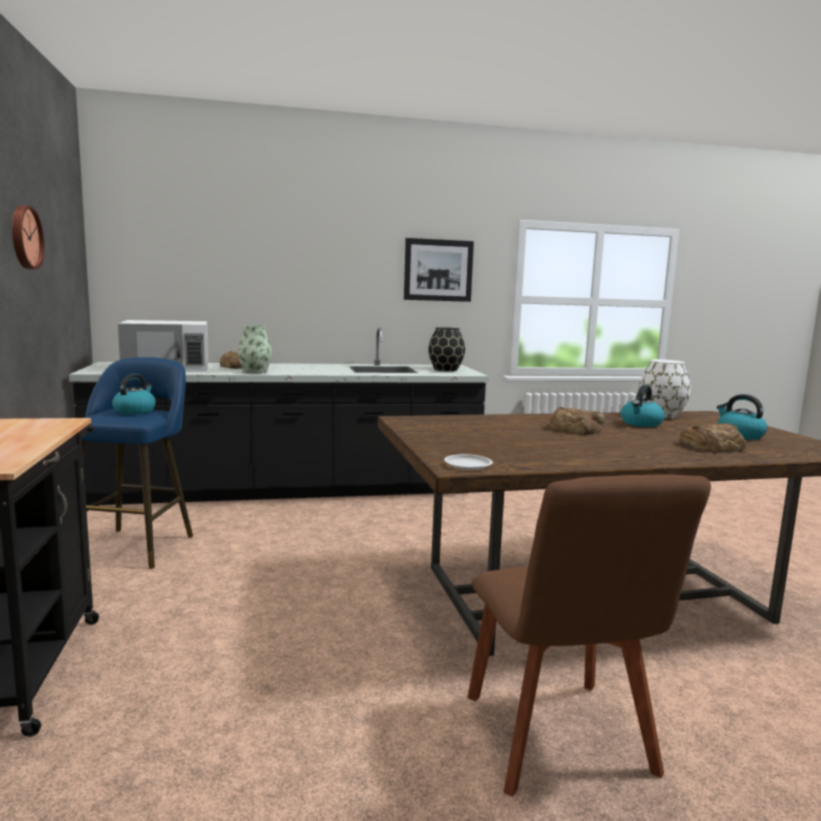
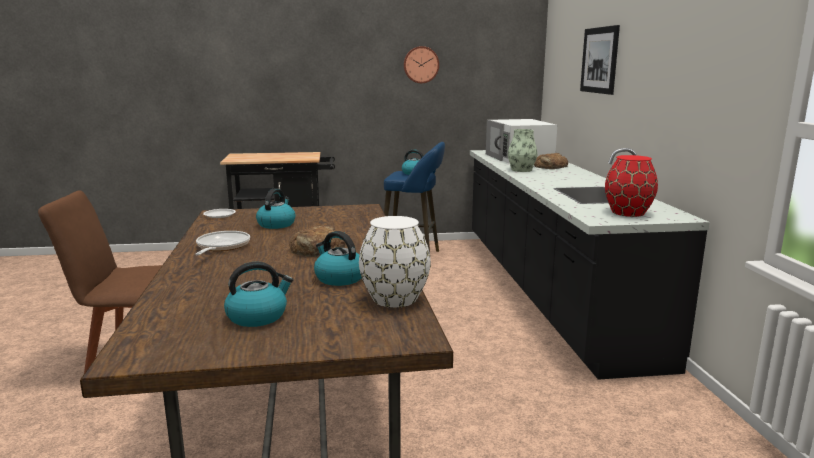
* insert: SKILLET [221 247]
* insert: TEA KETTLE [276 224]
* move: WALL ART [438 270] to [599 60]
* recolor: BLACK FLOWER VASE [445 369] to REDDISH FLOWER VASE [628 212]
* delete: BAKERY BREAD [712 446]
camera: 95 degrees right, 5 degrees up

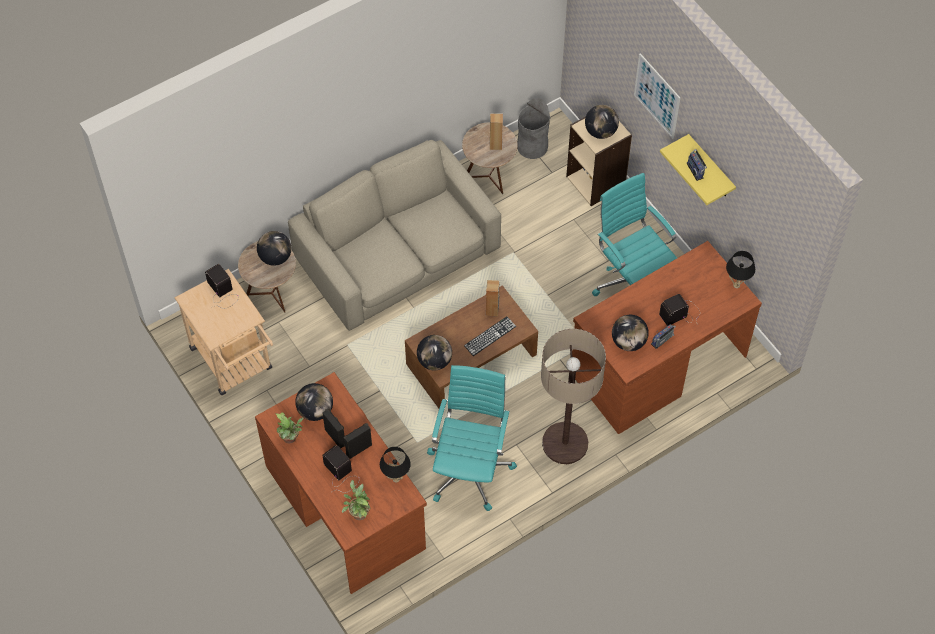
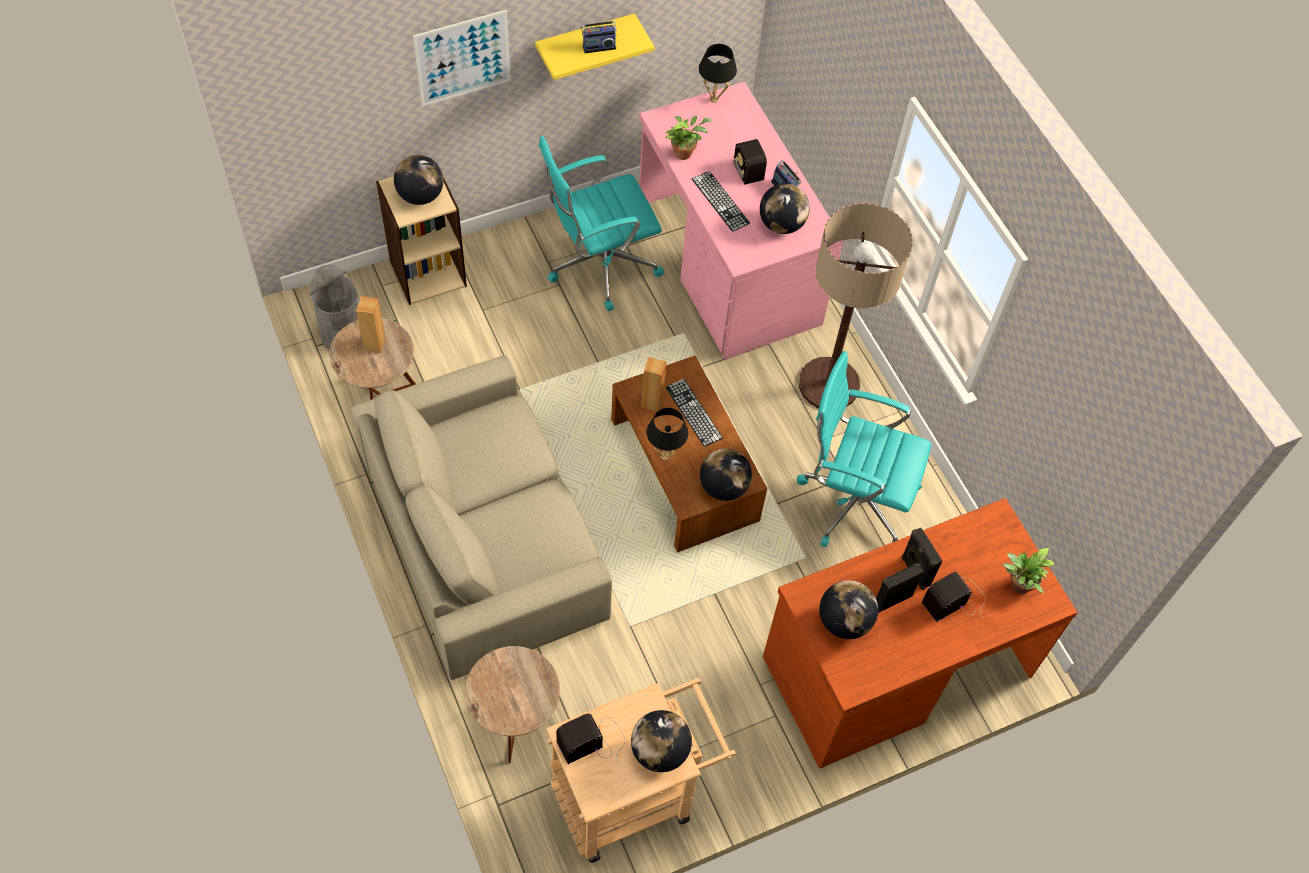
* move: DESK GLOBE [275 257] to [659 751]
* recolor: BROWN-COLOURED DESK [657 364] to PINK-COLOURED DESK [727 264]
* move: BLACK LAMP FOR A TABLE [396 479] to [664 455]
* move: PLANT IN A POT [291 438] to [685 152]
* insert: COMPUTER KEYBOARD [720 201]
camera: 85 degrees left, 0 degrees up

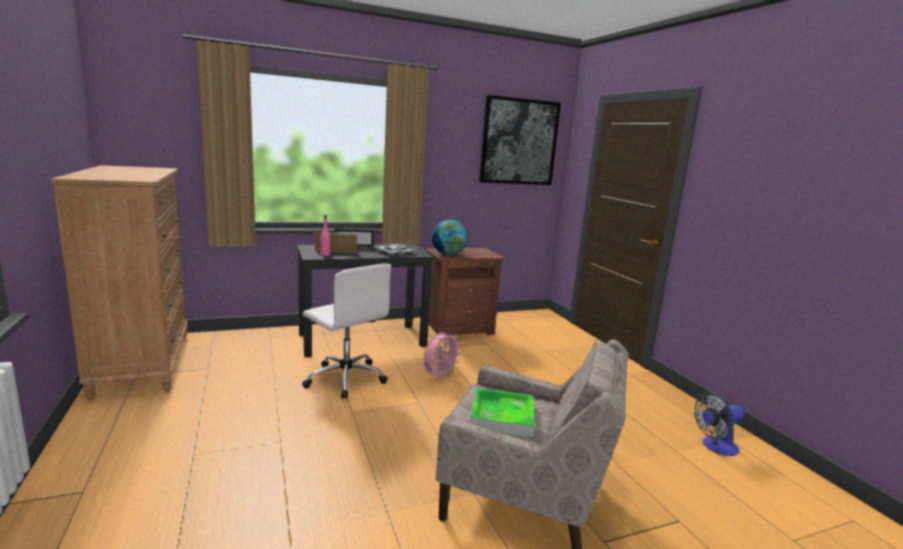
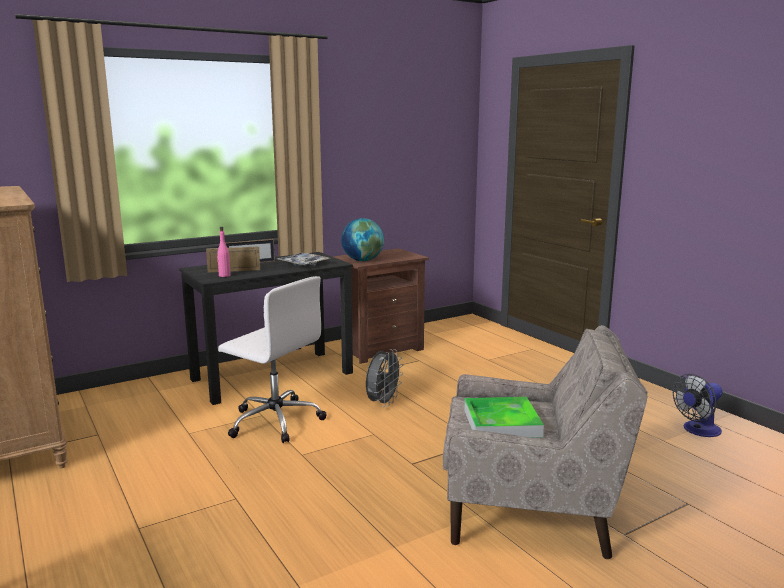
* recolor: PINK-COLOURED COOLING FAN [439 376] to GREYISH COOLING FAN [382 403]
* delete: WALL ART [519 142]
camera: 10 degrees left, 0 degrees up

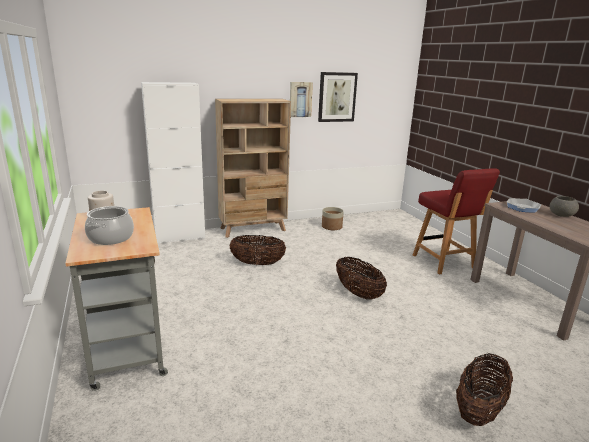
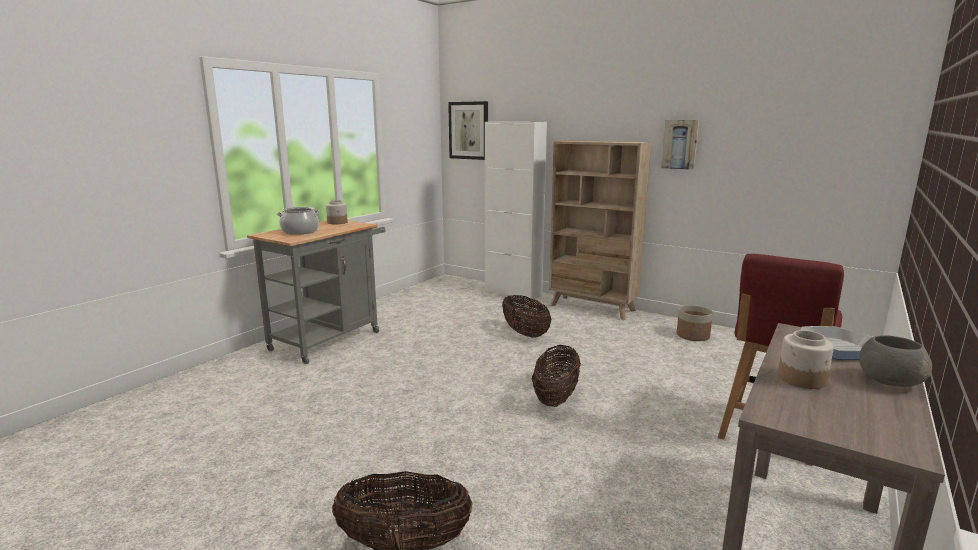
* move: WALL ART [337 97] to [469 130]
* insert: PRESERVE JAR [802 379]
camera: 55 degrees right, 5 degrees down

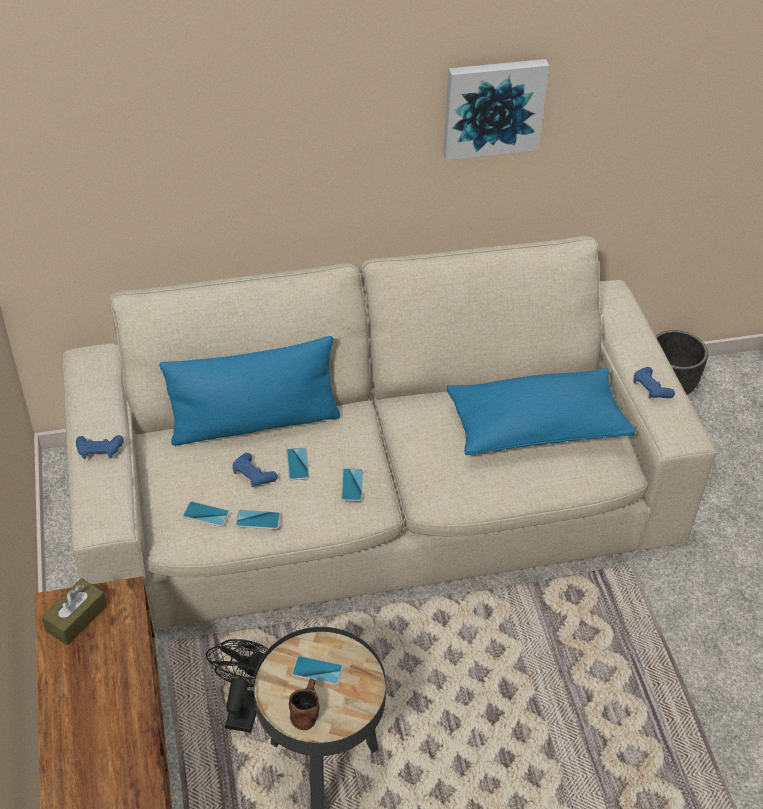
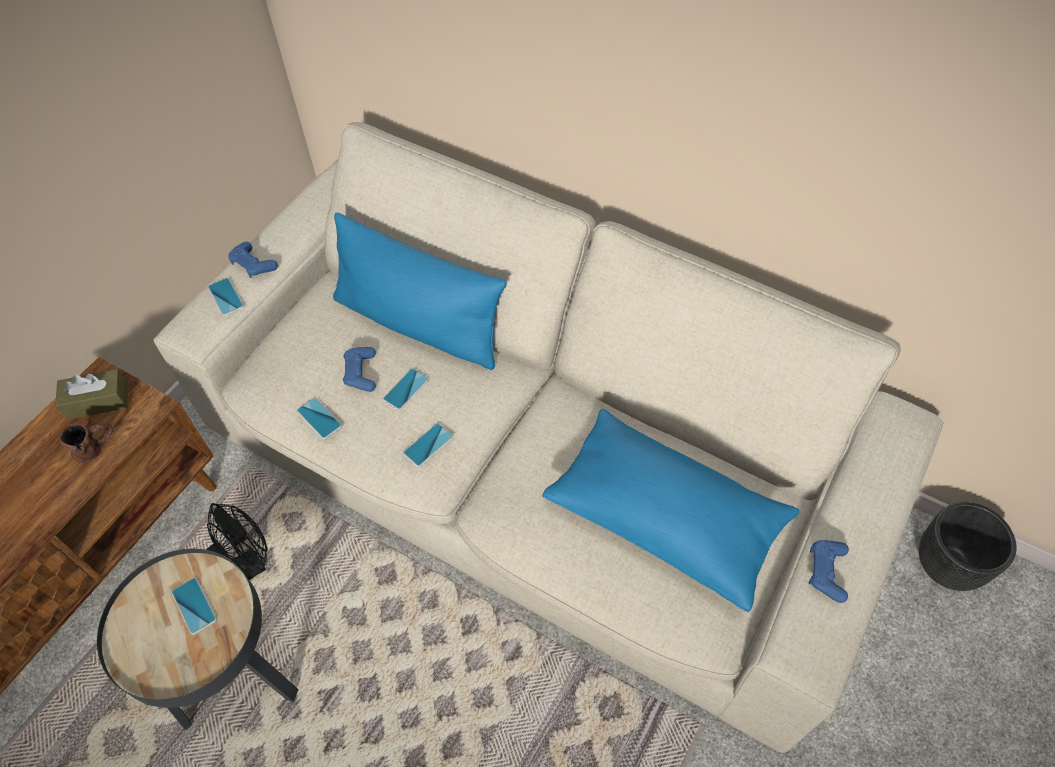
* move: BROWN-COLOURED MUG [306 710] to [97 447]
* move: HANDSET [206 514] to [226 297]
* delete: WALL ART [493 107]
camera: 45 degrees right, 10 degrees up

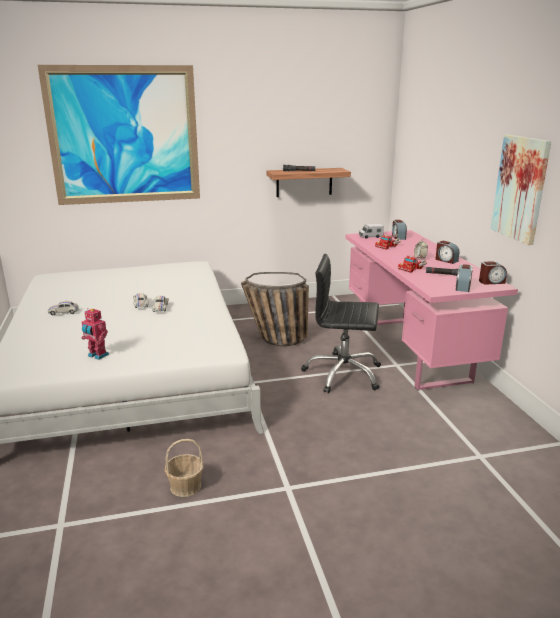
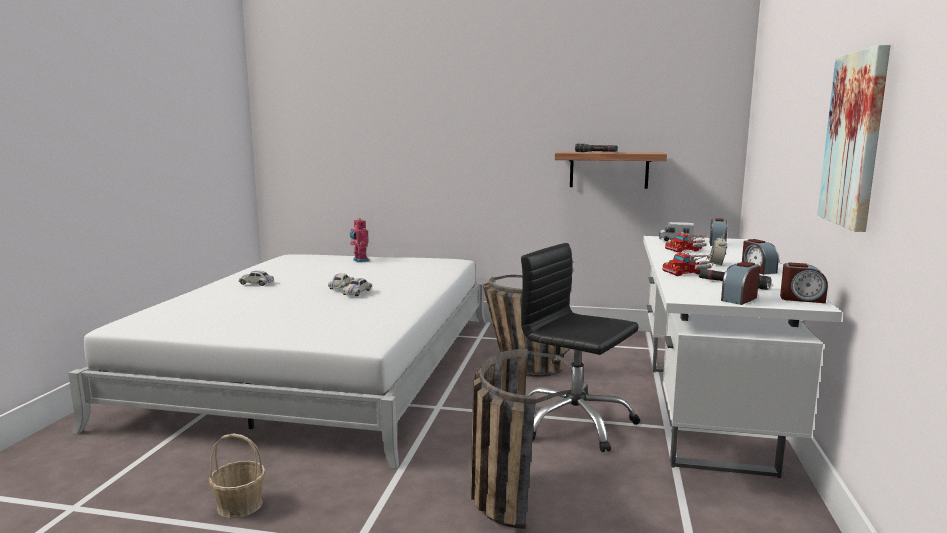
* move: MODEL ROBOT [97 355] to [360 260]
* insert: STORAGE BASKET [507 490]
* recolor: PINK-COLOURED DESK [411 351] to WHITE DESK [706 414]
* delete: WALL ART [124 136]
camera: 25 degrees right, 10 degrees down

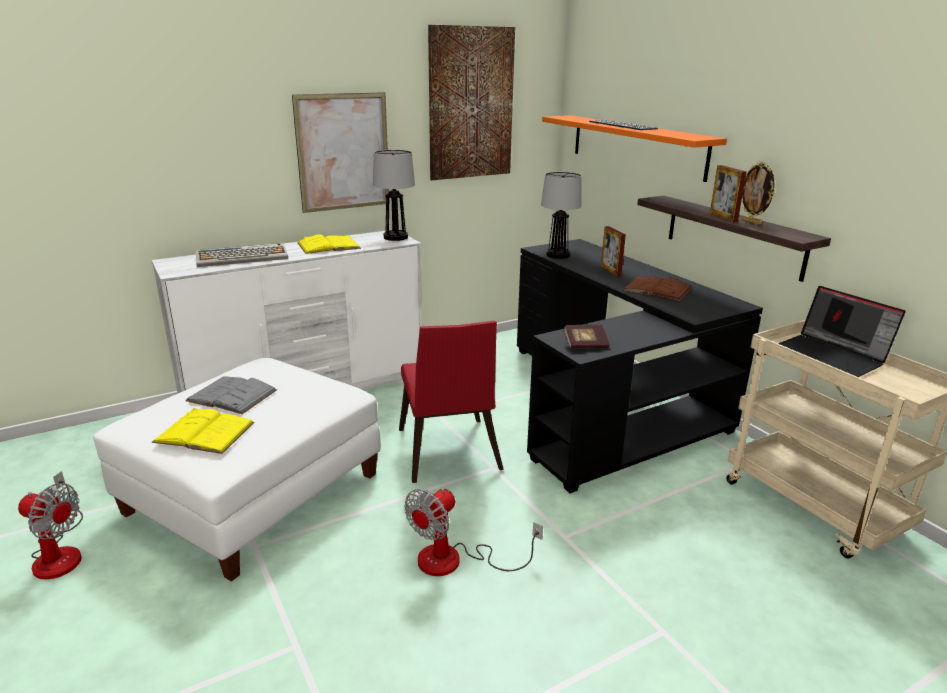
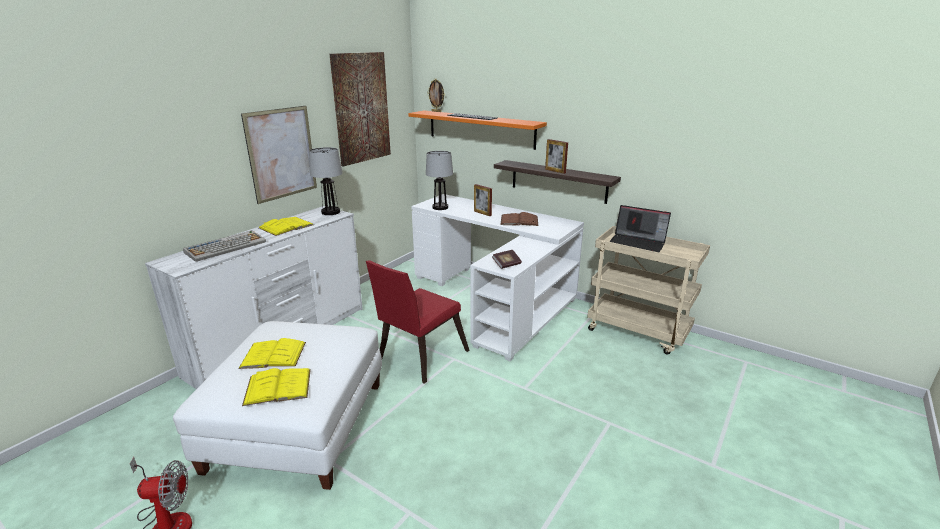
* recolor: GREYISH BOUND BOOK [232 395] to YELLOWISH BOUND BOOK [273 355]
* rotate: REDDISH PLAIN CHAIR [448 454] = [418 358] 75 degrees clockwise
* recolor: BLACK DESK [611 404] to WHITE DESK [497 299]
* move: PICTURE FRAME [751 222] to [436 111]
* delete: COOLING FAN [455 561]
camera: 25 degrees left, 0 degrees up

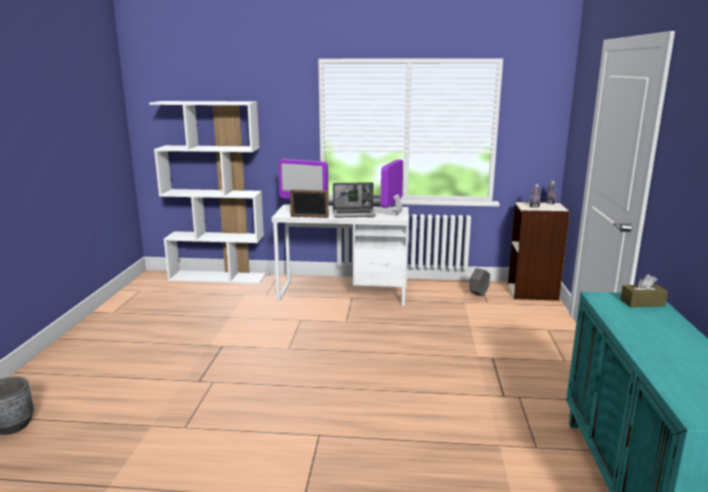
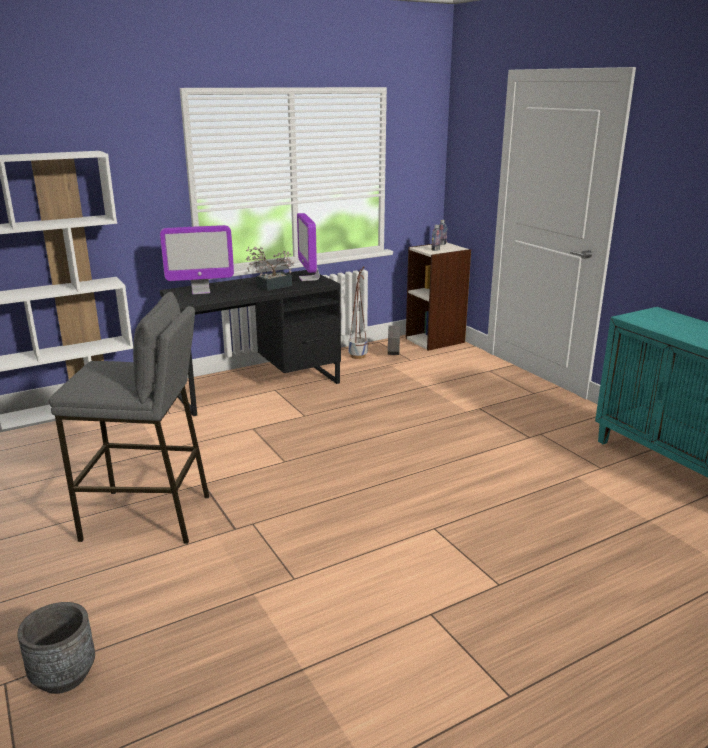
* insert: GREYISH SITTING STOOL [147 517]
* recolor: WHITE DESK [343 293] to BLACK DESK [258 387]
* replace: LAPTOP [354 214] to PLANT IN A POT [270 286]
* insert: FLOWER POT [358 356]
* delete: PICTURE FRAME [309 217]
* delete: BROWN-COLOURED BOX OF TISSUES [642 303]
camera: 35 degrees left, 5 degrees up

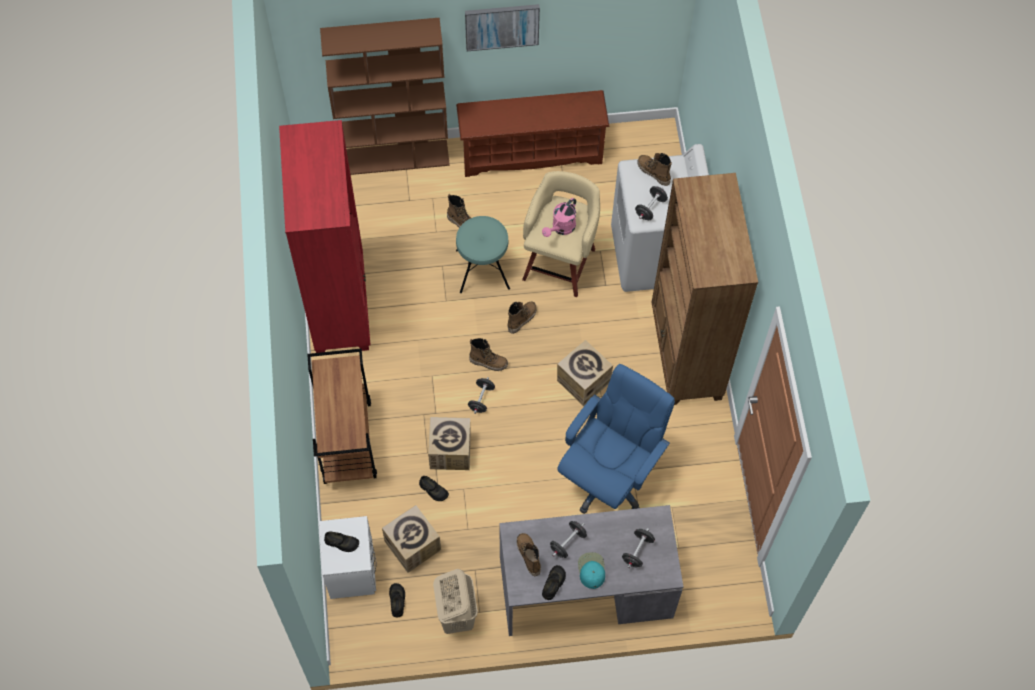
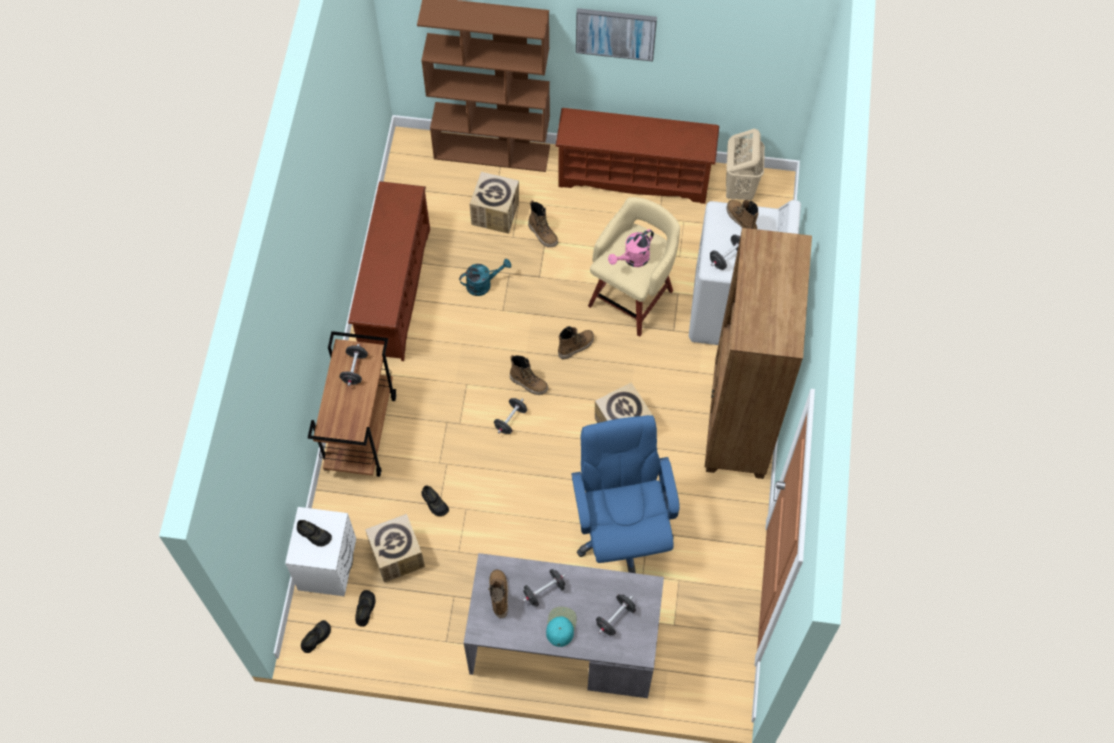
* move: BLACK LOW SHOE [553 583] to [316 637]
* insert: BLACK FREE WEIGHT [354 369]
* replace: REDDISH BOOKSHELF [340 304] to BROWN-COLOURED SHOE STAND [394 290]
* insert: BLUE-GREEN WATERING CAN [483 284]
* move: PACKING BOX [450 451] to [495 213]
* rotate: BLUE DESK CHAIR [609 475] = [621 531] 60 degrees counterclockwise
* move: SAND-COLOURED HAMPER [456 615] to [739 187]
* delete: BLUE-GREEN SITTING STOOL [482 269]
camera: 15 degrees right, 0 degrees up

